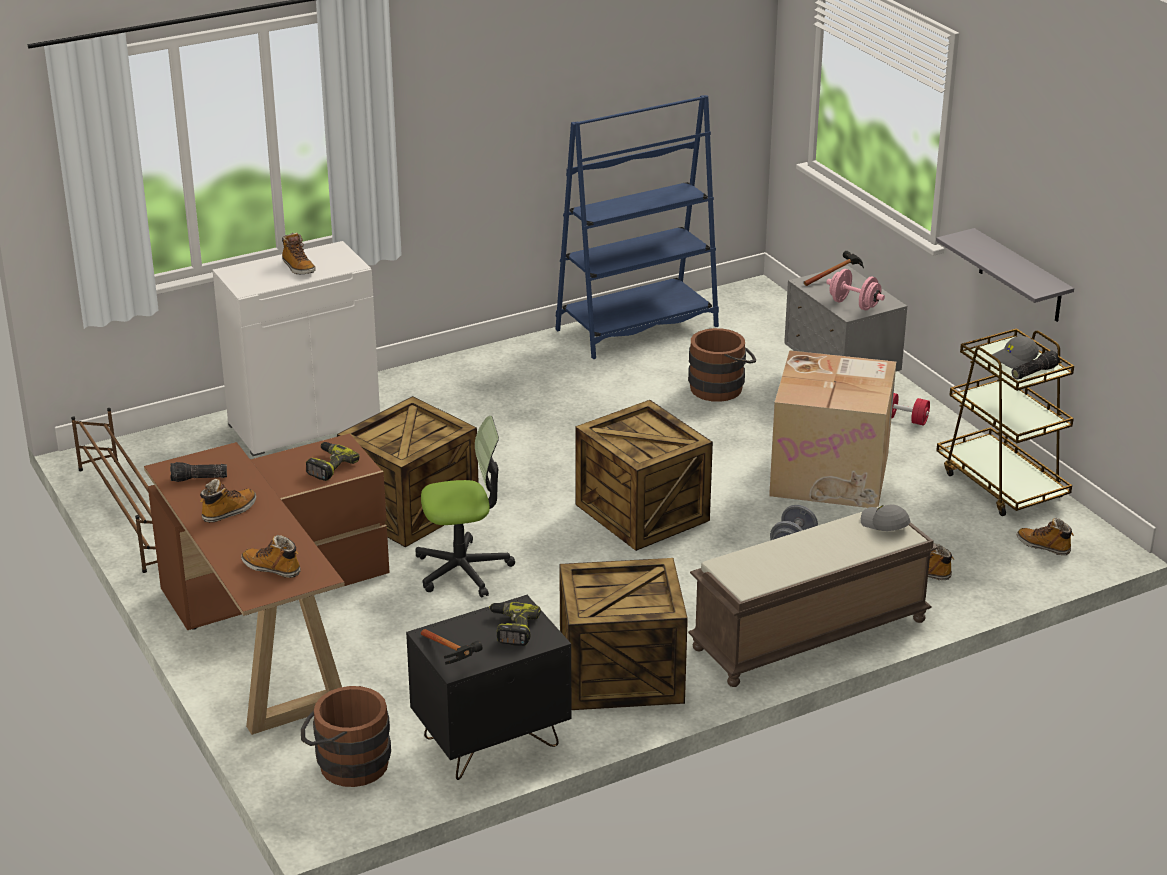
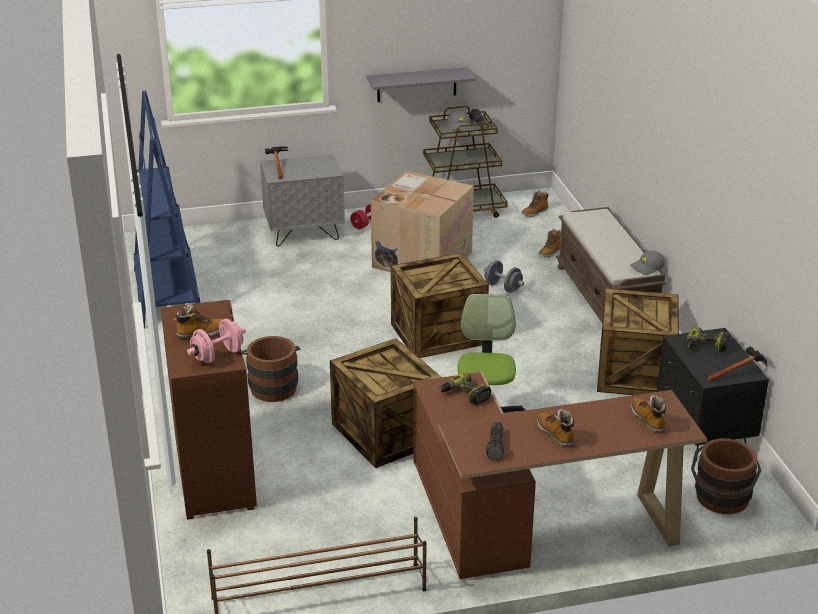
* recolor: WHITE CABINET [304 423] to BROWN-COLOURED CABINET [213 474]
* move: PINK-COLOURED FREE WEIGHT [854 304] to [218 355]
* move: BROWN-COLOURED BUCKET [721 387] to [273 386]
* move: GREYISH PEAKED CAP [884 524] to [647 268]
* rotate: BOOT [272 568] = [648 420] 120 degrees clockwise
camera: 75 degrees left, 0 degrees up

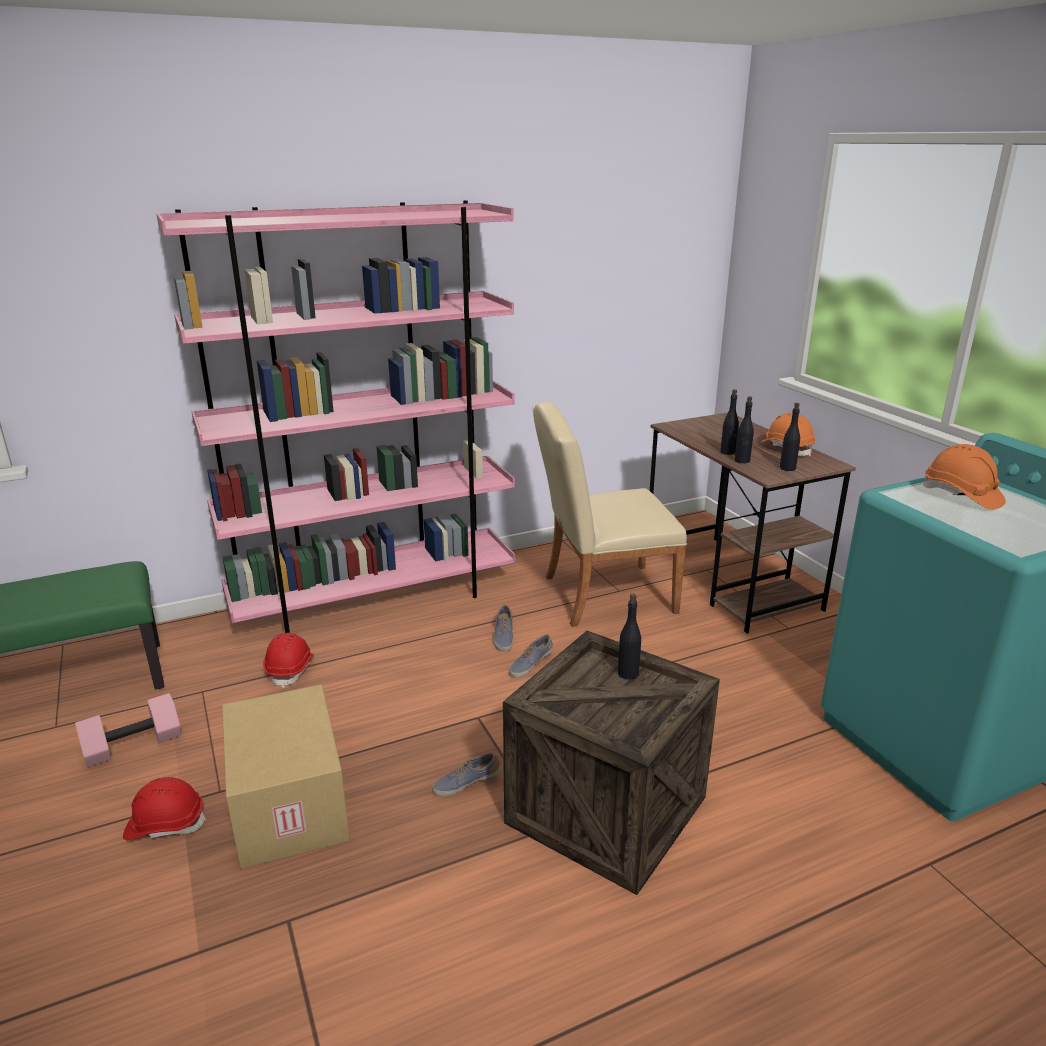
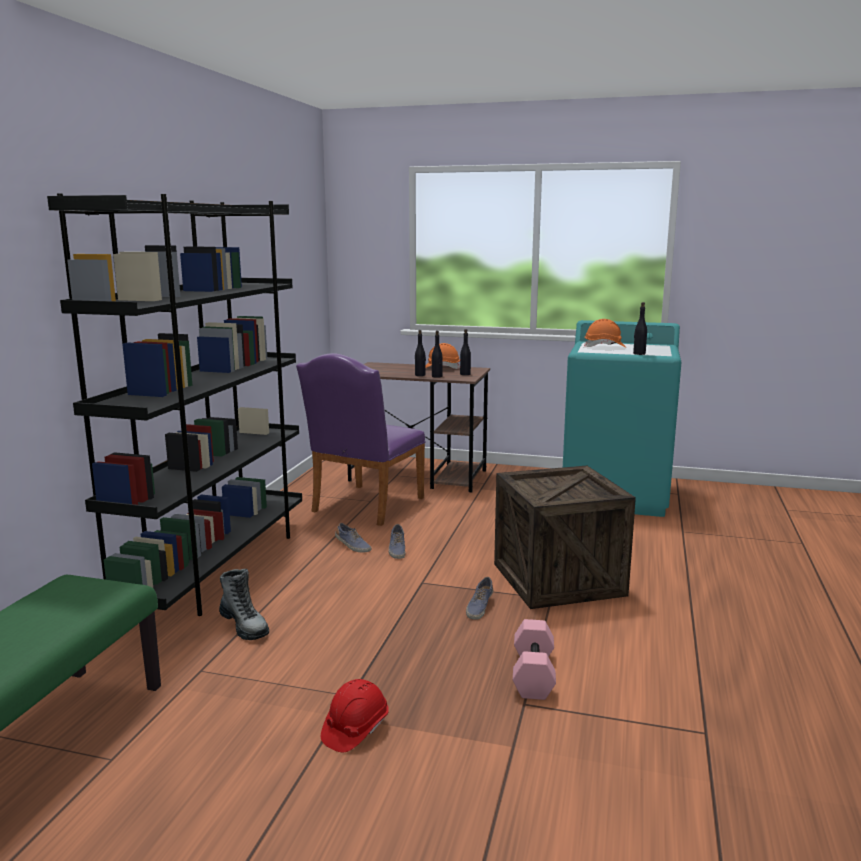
* recolor: PINK-COLOURED BOOKSHELF [376 599] to BLACK BOOKSHELF [217 567]
* replace: REDDISH SAFETY HELMET [291 669] to BOOT [244 625]
* recolor: SAND-COLOURED PLAIN CHAIR [599 595] to PURPLE PLAIN CHAIR [364 507]
* move: PINK-COLOURED FREE WEIGHT [134 743] to [532 673]
* move: BLACK DRINK BOTTLE [628 673] to [639 354]
* delete: PACKING BOX [286 804]
camera: 50 degrees left, 10 degrees down

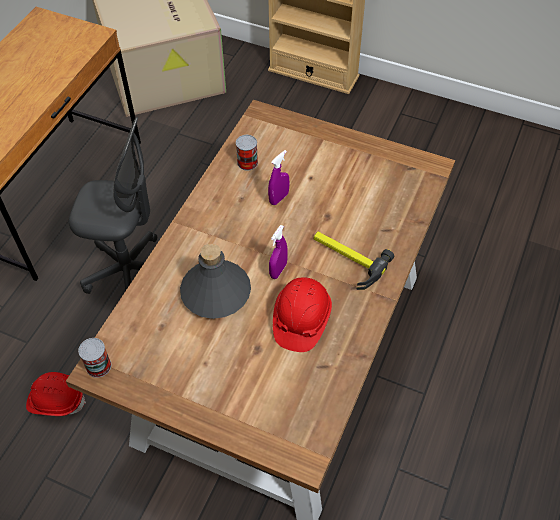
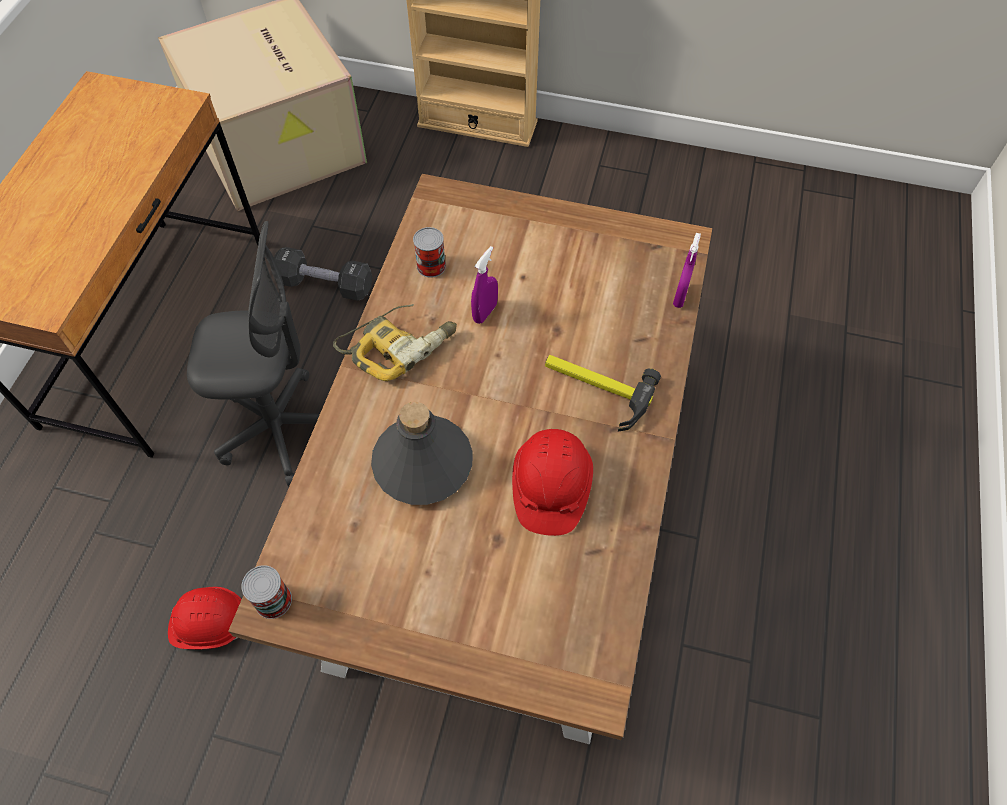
* insert: BLACK FREE WEIGHT [325 285]
* insert: ELECTRIC DRILL [398 345]
* move: PURPLE SPRAYER [278 270] to [680 296]
camera: 10 degrees left, 5 degrees up

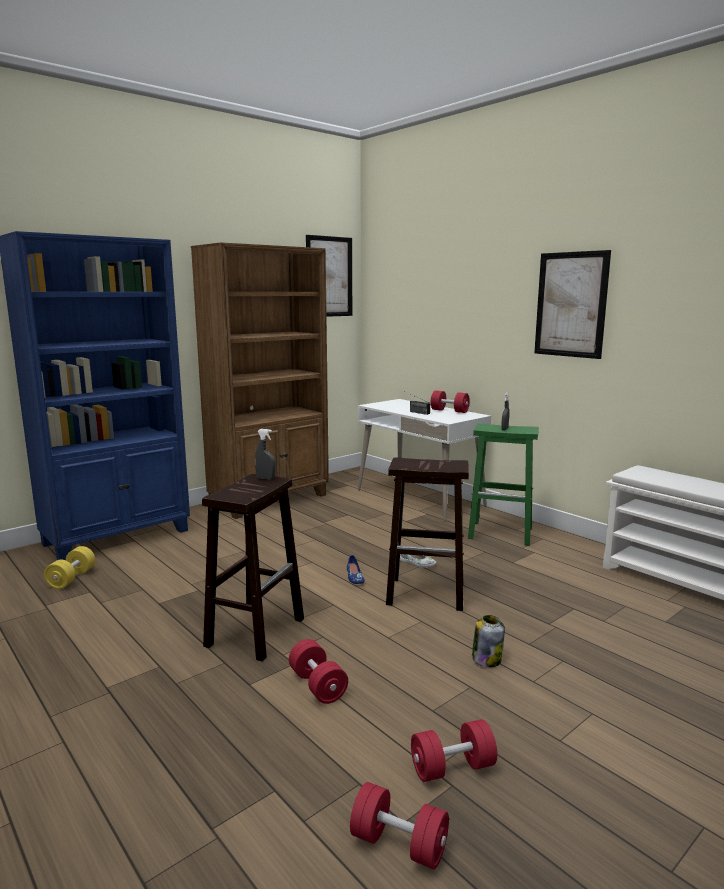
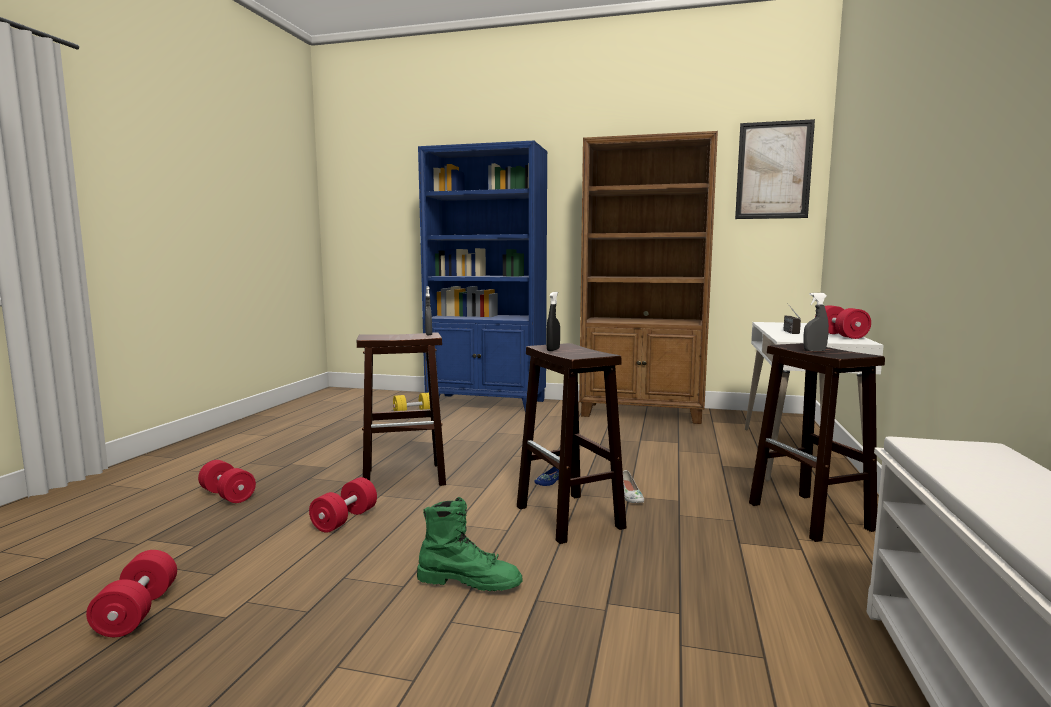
* move: REDDISH FREE WEIGHT [452 768] to [227 495]
* replace: PRESERVE JAR [486 659] to GREENISH BOOT [469 582]
* insert: BLACK SPRAYER [553 350]
* recolor: GREENISH SITTING STOOL [501 533] to BROWN-COLOURED SITTING STOOL [811 517]
* delete: WALL ART [571 304]
camera: 55 degrees right, 5 degrees down

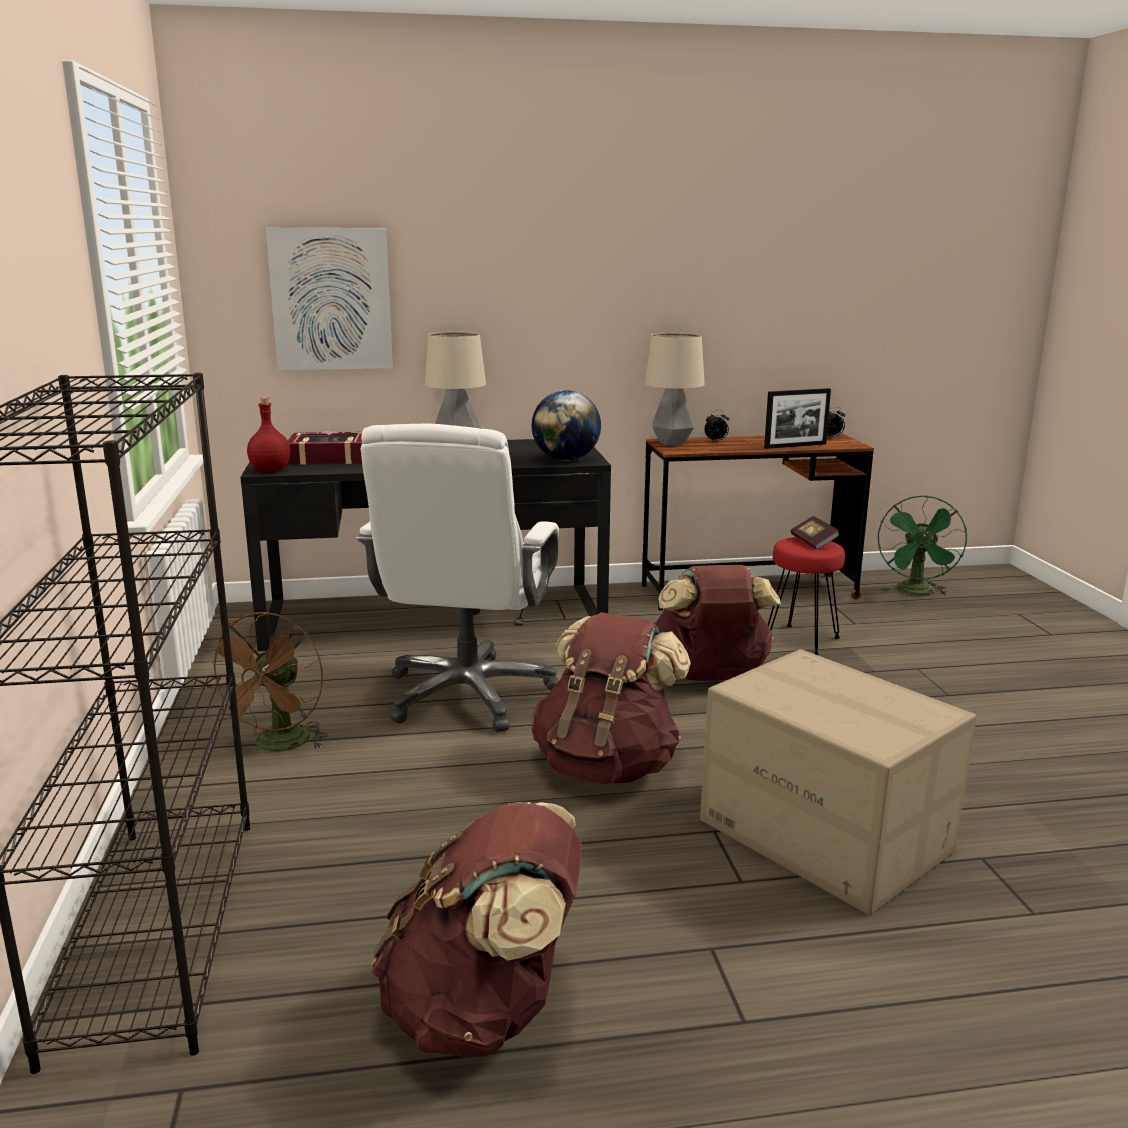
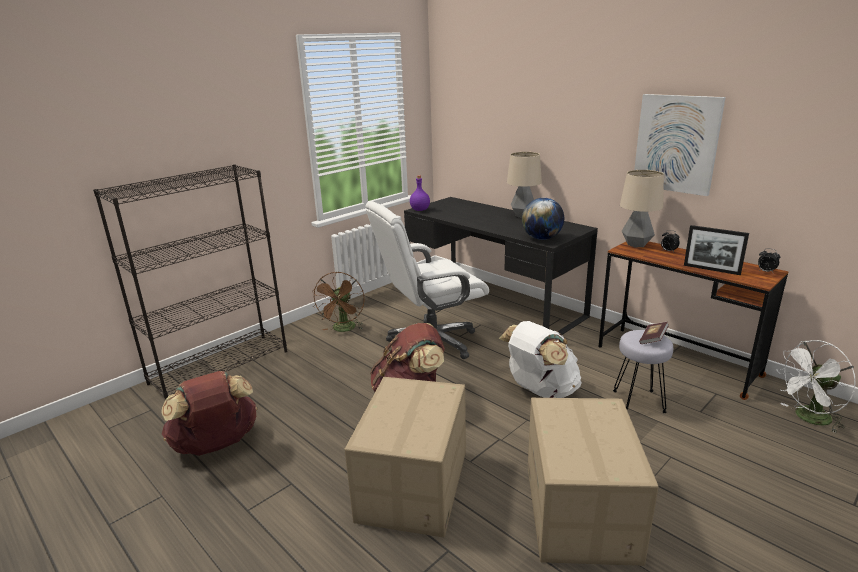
* rotate: BROWN-COLOURED COOLING FAN [278 746] = [343 329] 60 degrees counterclockwise
* recolor: REDDISH DRINK BOTTLE [271 470] to PURPLE DRINK BOTTLE [420 210]
* recolor: BROWN-COLOURED KNAPSACK [708 676] to WHITE KNAPSACK [540 391]
* insert: PACKING BOX [581 512]
* recolor: REDDISH SITTING STOOL [801 640] to GREYISH SITTING STOOL [637 401]
* move: WALL ART [331 299] to [676 143]
* recolor: GREENISH COOLING FAN [917 592] to WHITE COOLING FAN [808 419]
* delete: BOUND BOOK [328 457]
camera: 55 degrees right, 5 degrees up

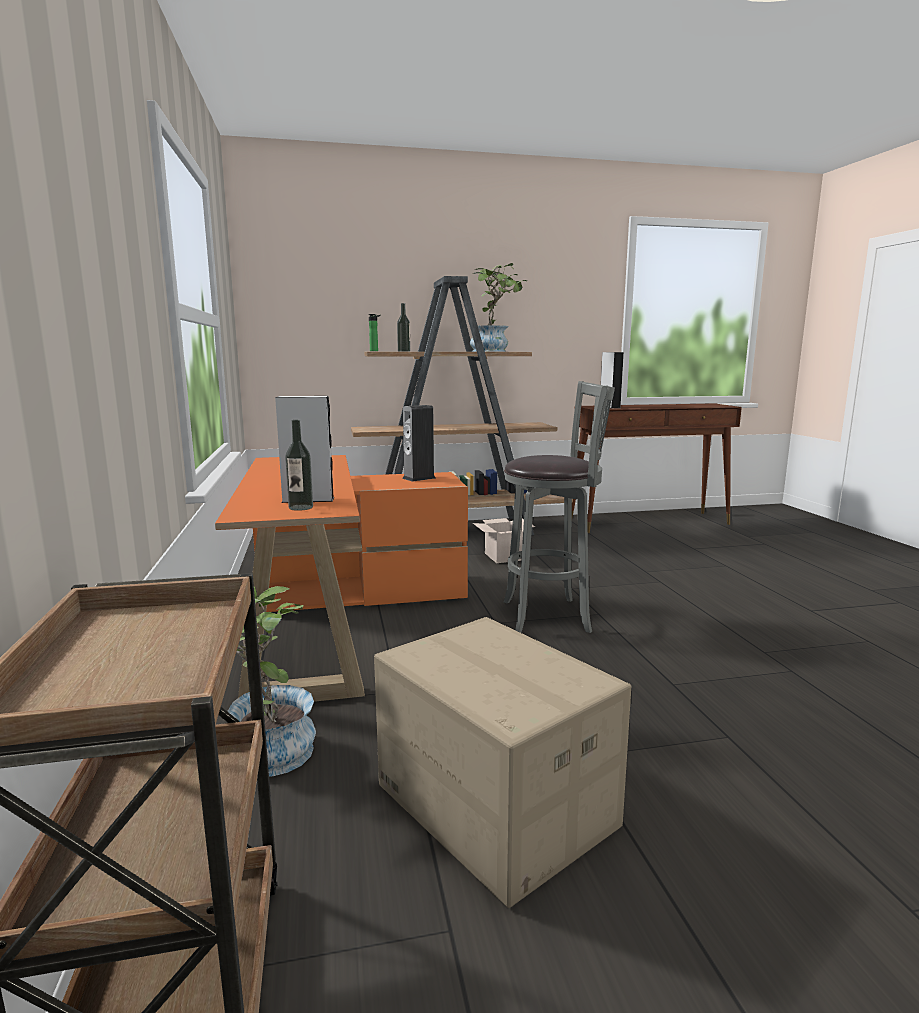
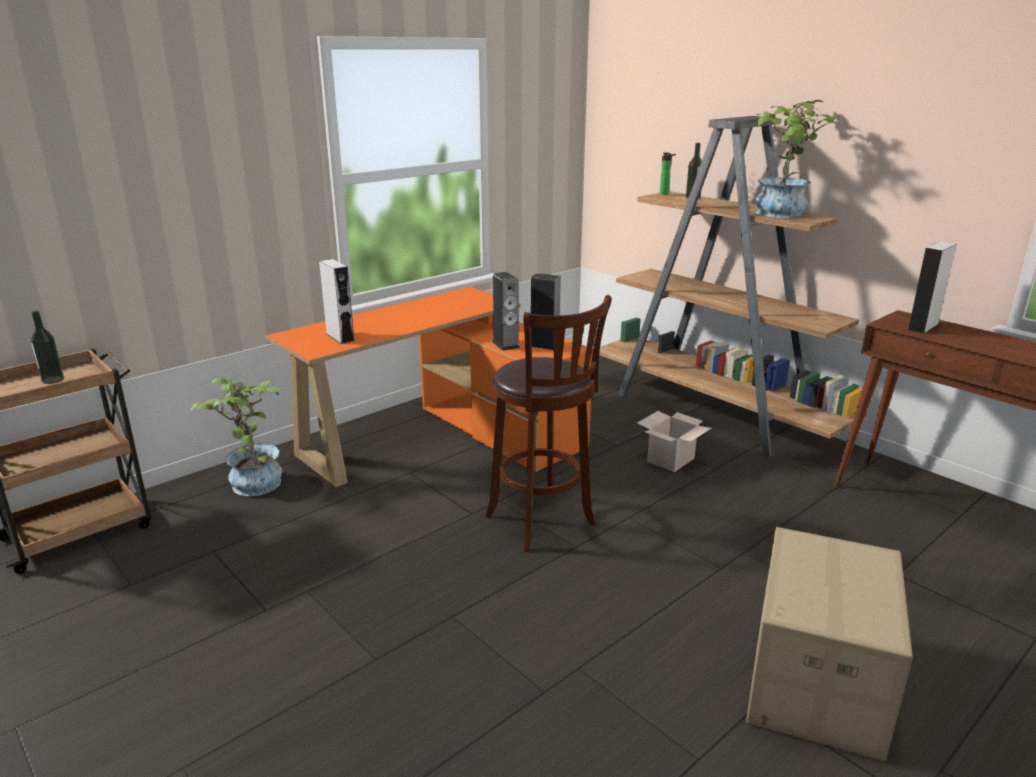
* move: DRINK BOTTLE [301 507] to [53 380]
* recolor: GREYISH SITTING STOOL [551 616] to BROWN-COLOURED SITTING STOOL [543 522]
* insert: AUDIO SPEAKER [505 344]
* move: PACKING BOX [492 806] to [814 681]
camera: 60 degrees right, 10 degrees up

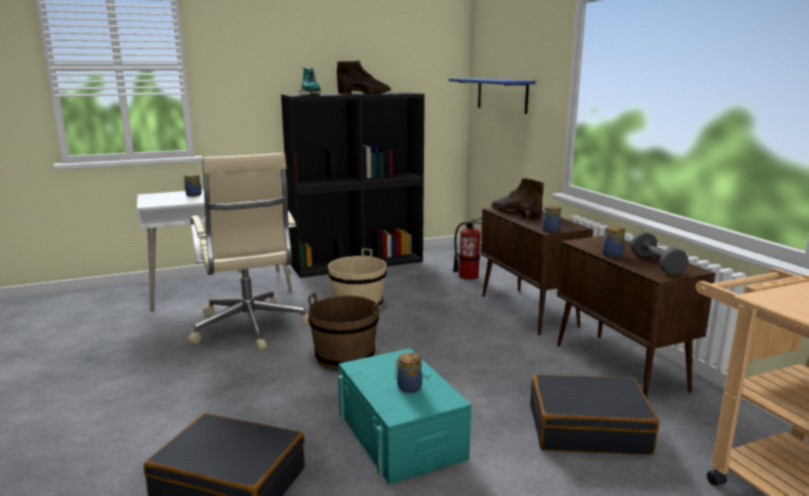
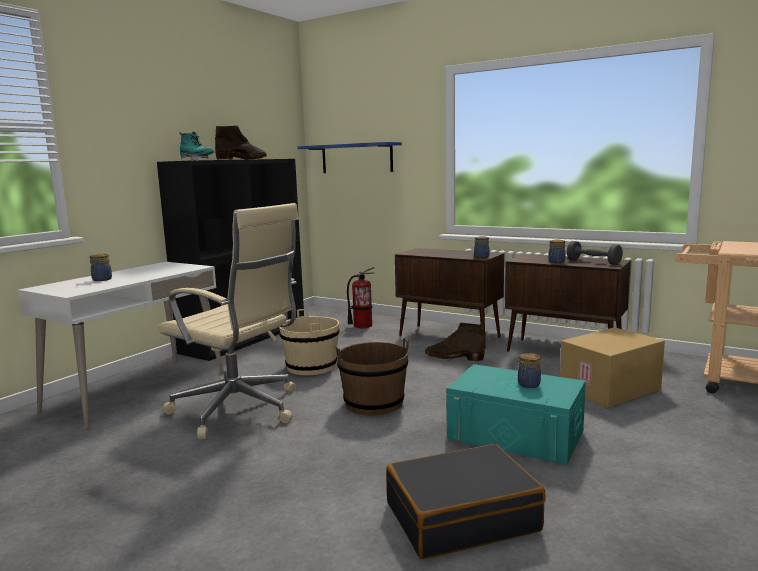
* move: BROWN-COLOURED BOOT [515 214] to [453 357]
* replace: BLACK TRAVEL CASE [587 429] to PACKING BOX [610 389]
camera: 35 degrees left, 5 degrees down

